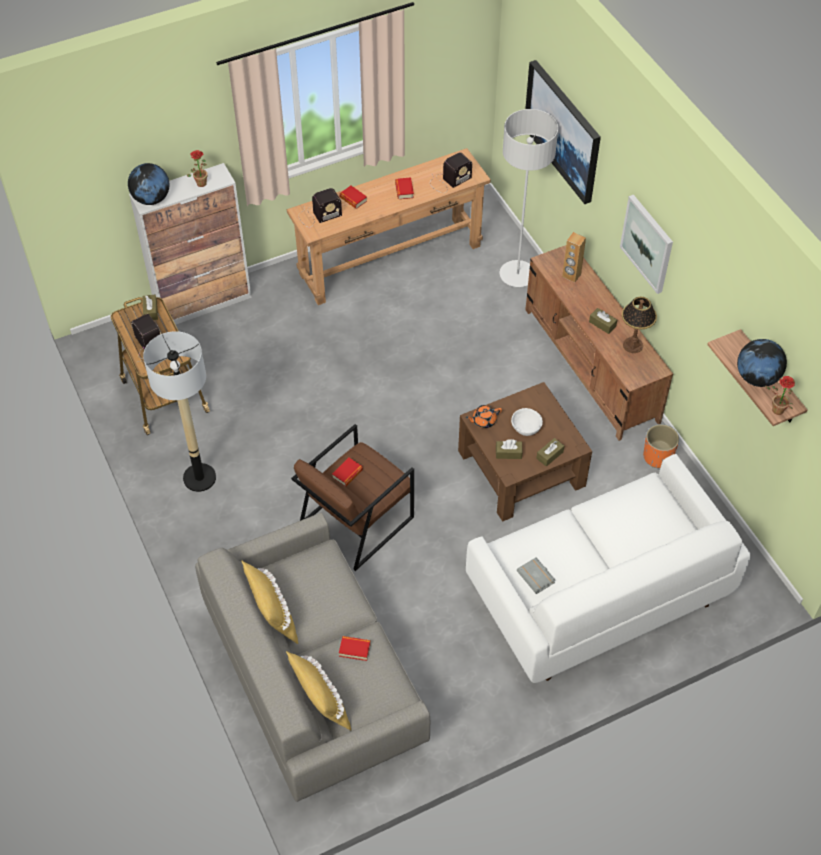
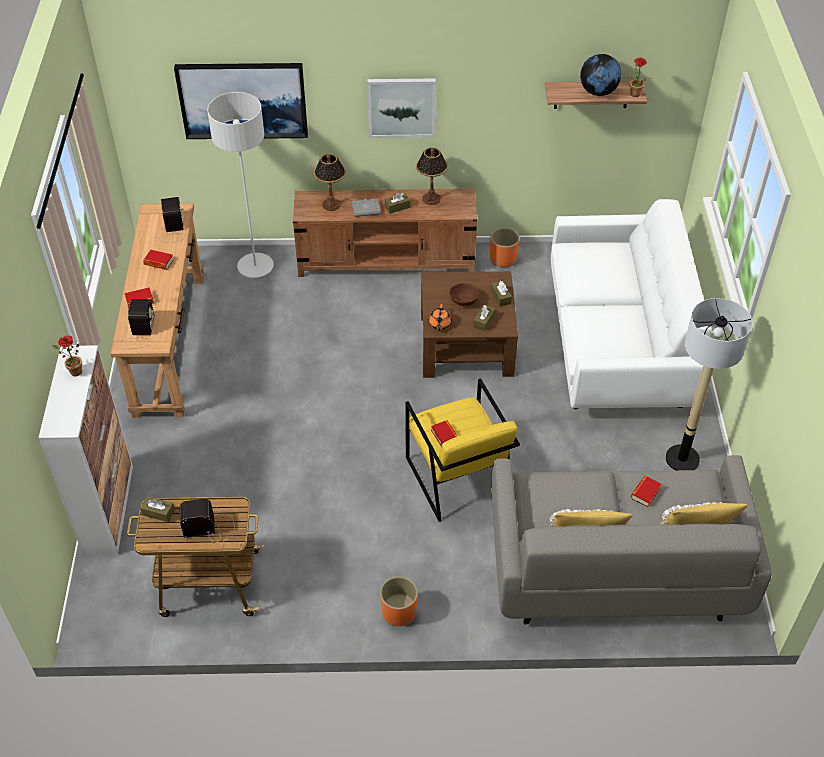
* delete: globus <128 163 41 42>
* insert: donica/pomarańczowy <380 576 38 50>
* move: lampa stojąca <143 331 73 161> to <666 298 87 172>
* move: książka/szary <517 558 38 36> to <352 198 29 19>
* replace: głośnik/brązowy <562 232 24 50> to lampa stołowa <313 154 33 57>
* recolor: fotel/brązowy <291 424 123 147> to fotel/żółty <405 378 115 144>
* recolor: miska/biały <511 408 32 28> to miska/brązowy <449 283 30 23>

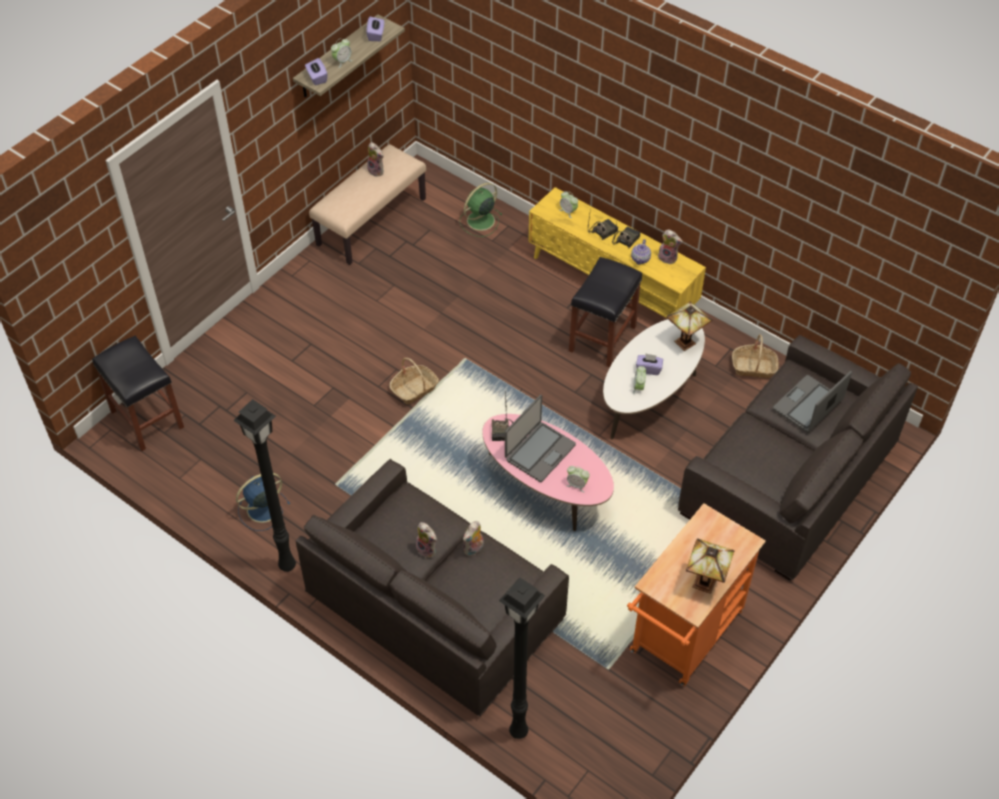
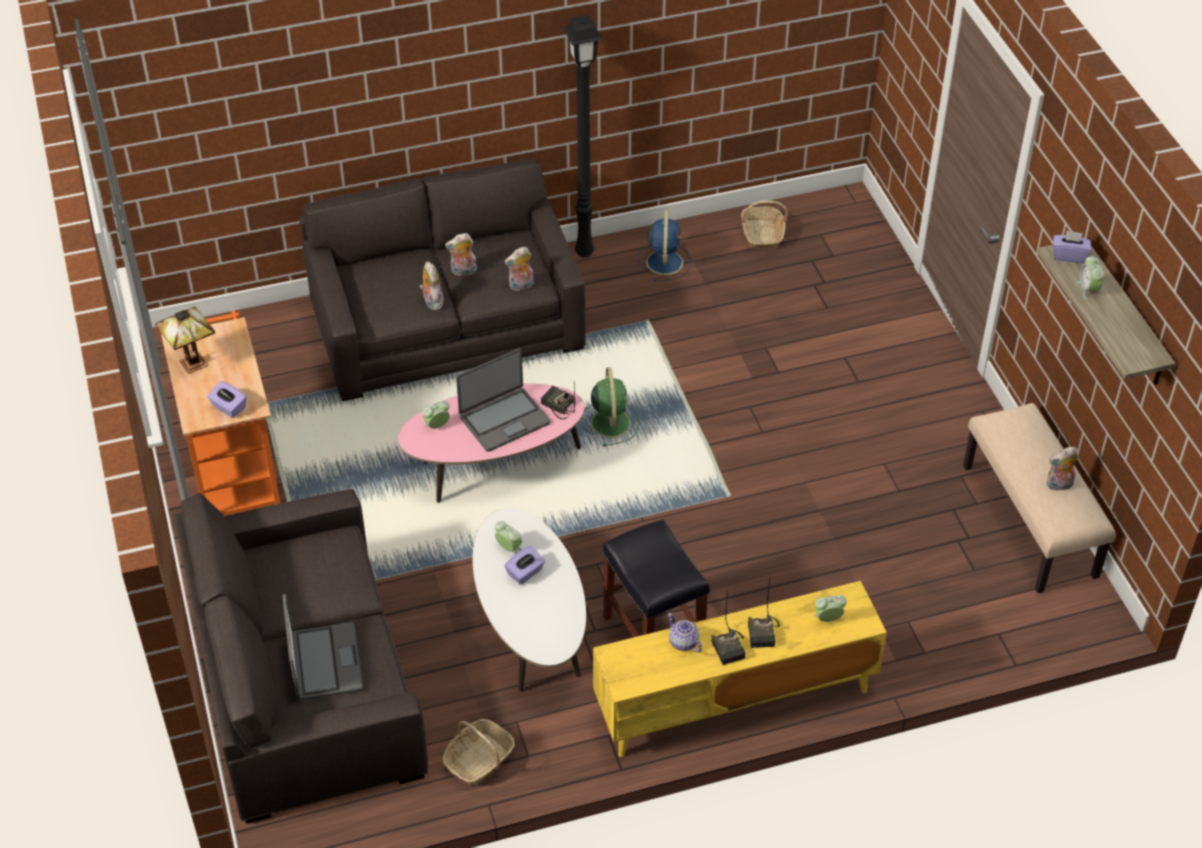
* delete: stołek/czarny <92 336 92 115>
* delete: lampa stojąca/czarny <499 578 46 161>
* delete: lampa stołowa <667 301 45 50>
* move: pudełko chusteczek/fioletowy <366 17 18 24> to <207 381 40 37>
* move: koszyk <390 358 49 47> to <741 200 47 49>
* move: wentylator/zielony <459 183 44 54> to <581 367 58 80>
* move: pluszak <658 229 25 35> to <504 247 30 44>
* rotate: laptop <505 395 71 87> = <456 348 95 104> 105 degrees counterclockwise

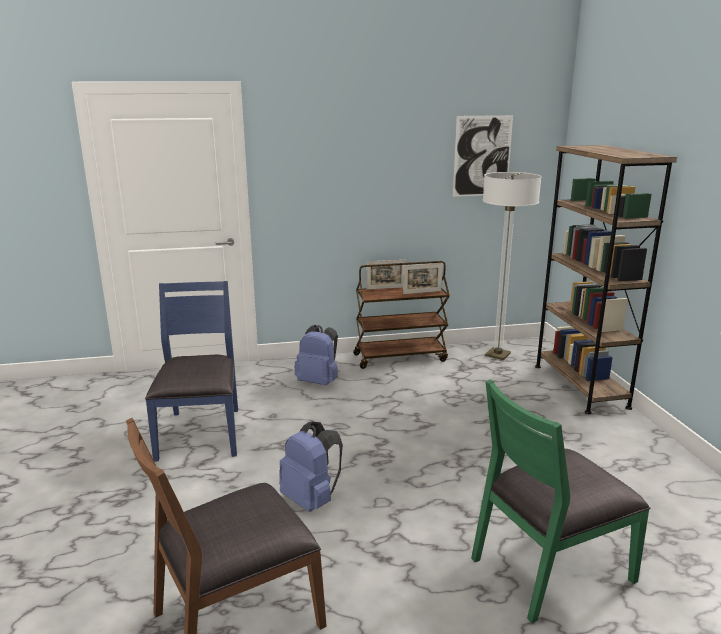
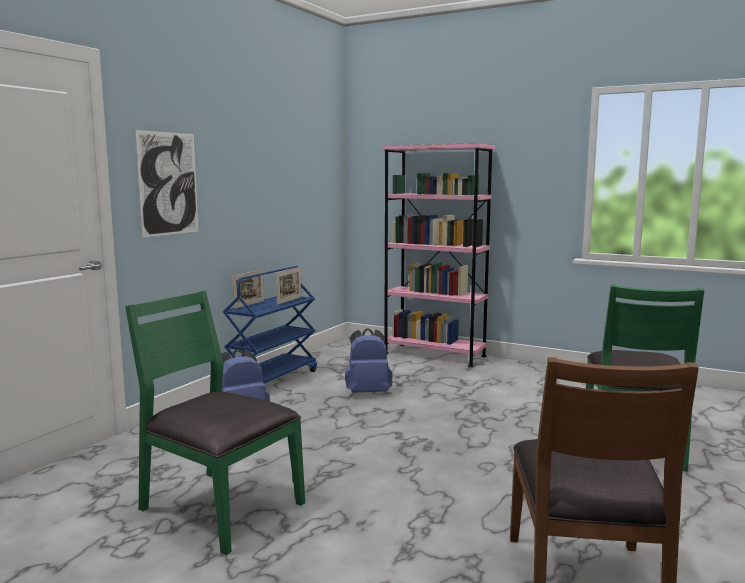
* delete: lampa stojąca <482 172 60 188>
* move: plecak/niebieski <279 422 64 90> to <345 328 47 65>
* move: obraz <453 115 60 82> to <135 130 63 107>
* recolor: krzesło/niebieski <145 281 93 181> to krzesło/zielony <125 290 180 265>
* recolor: wózek/brązowy <353 261 97 108> to wózek/niebieski <223 266 94 118>
* recolor: regał/brązowy <535 145 142 269> to regał/różowy <382 143 113 224>

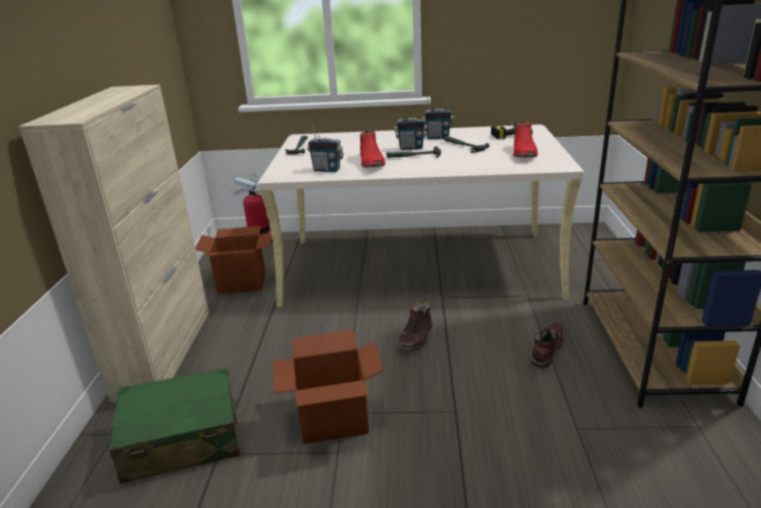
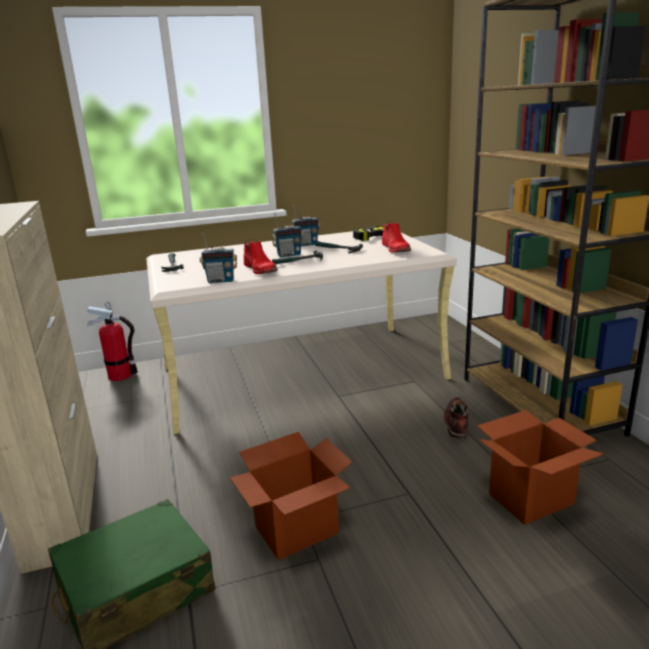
* delete: but z cholewką/brązowy <396 300 37 51>
* move: karton <195 226 77 68> to <477 410 127 115>

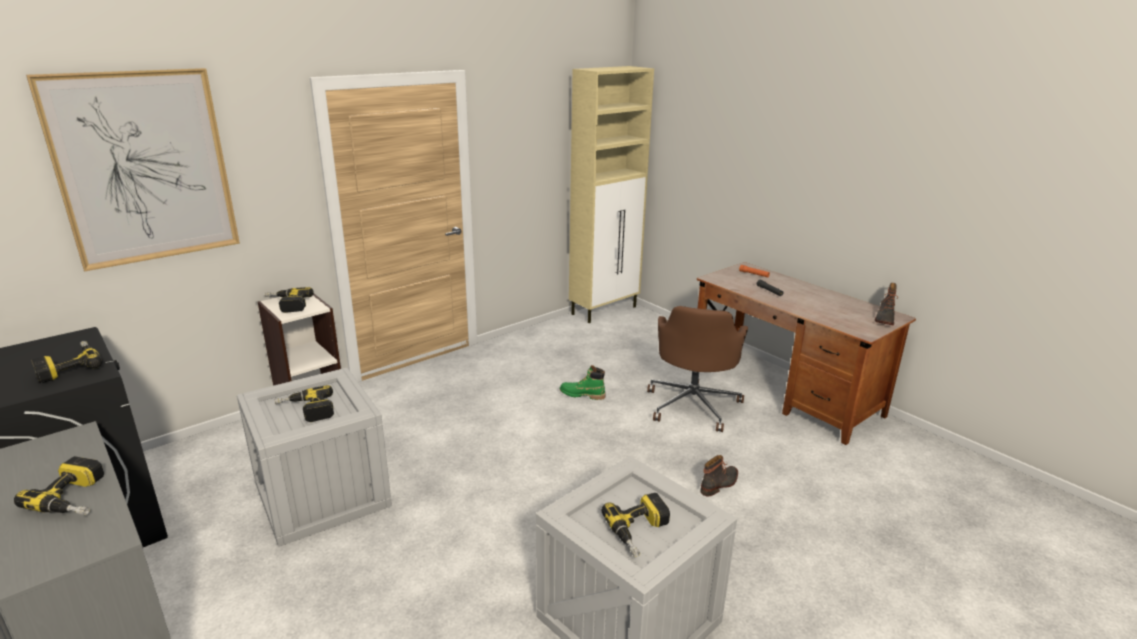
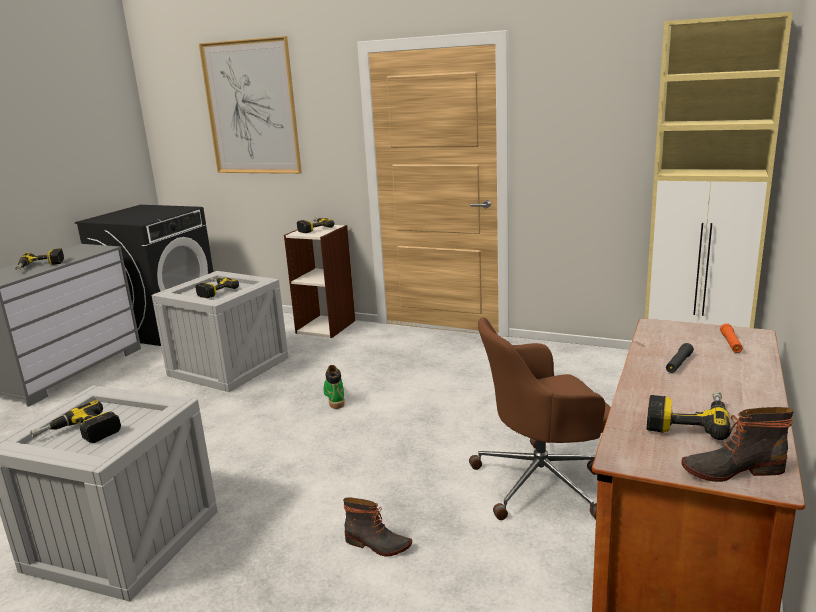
* move: wiertarka <31 341 72 42> to <647 391 84 49>
* move: but z cholewką/zielony <560 365 46 35> to <323 365 22 44>

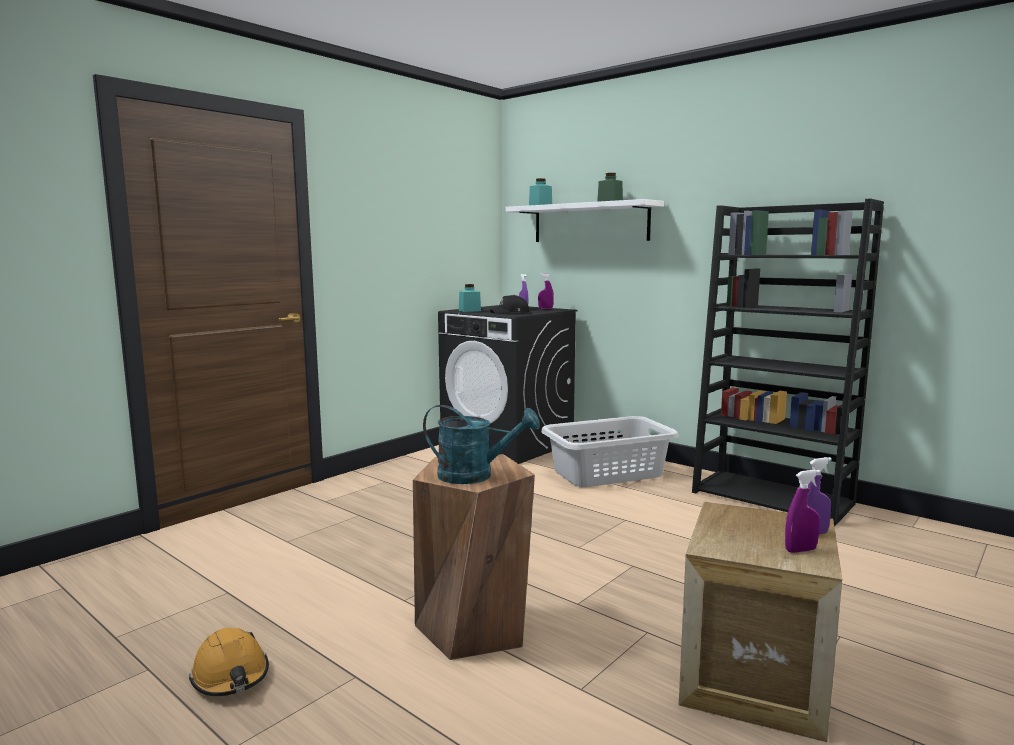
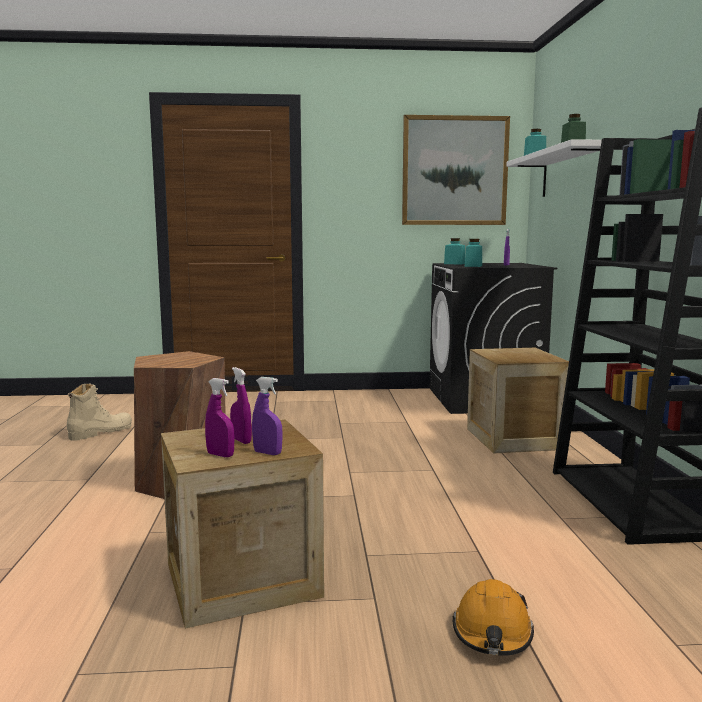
* delete: konewka/turkusowy <423 405 117 79>
* insert: but z cholewką/beżowy <67 384 65 57>
* insert: obraz <402 115 108 110>
* move: kask/pomarańczowy <189 628 80 68> to <453 579 81 77>
* move: spryskiwacz/fioletowy <538 274 16 35> to <230 367 22 77>
* replace: czapka z daszkiem/czarny <490 295 39 19> to słoik/turkusowy <465 239 17 28>
* replace: kosz na pranie/szary <541 416 138 71> to skrzynka <467 348 102 105>

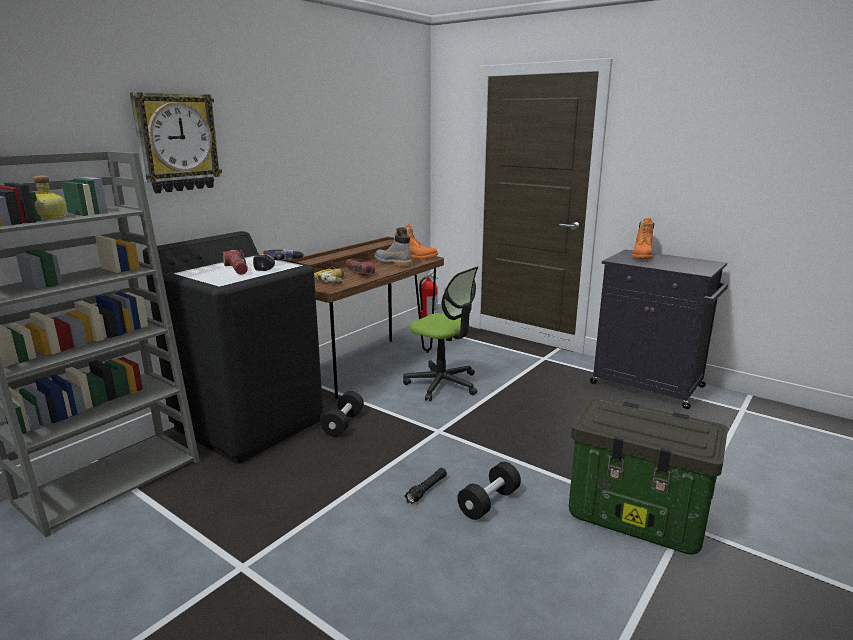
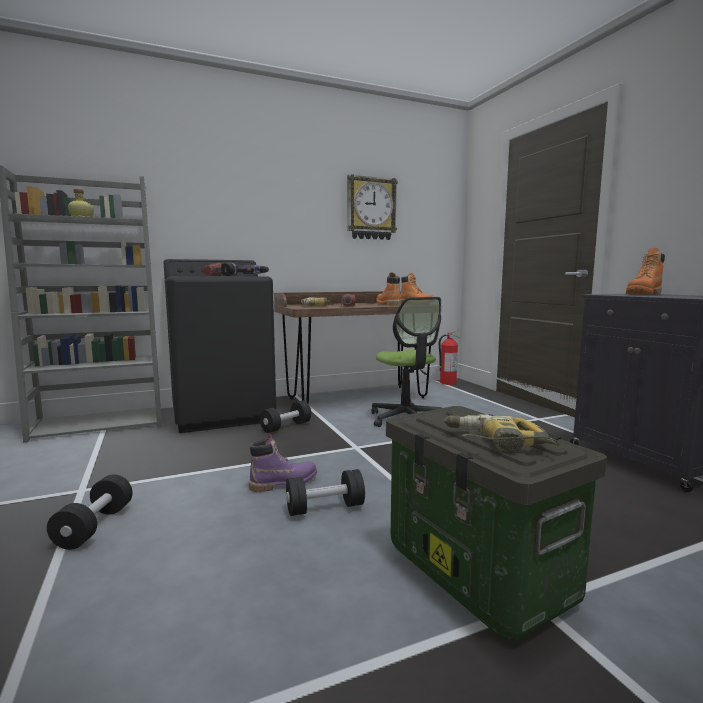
* insert: hantel/czarny <47 474 86 76>
* insert: wiertarka <444 414 116 37>
* move: zegar ścienny <130 92 92 101> to <347 174 51 66>
* replace: latarka/czarny <405 468 42 36> to but z cholewką/fioletowy <249 434 68 58>
* recolor: but z cholewką/szary <375 230 37 37> to but z cholewką/pomarańczowy <376 272 25 33>

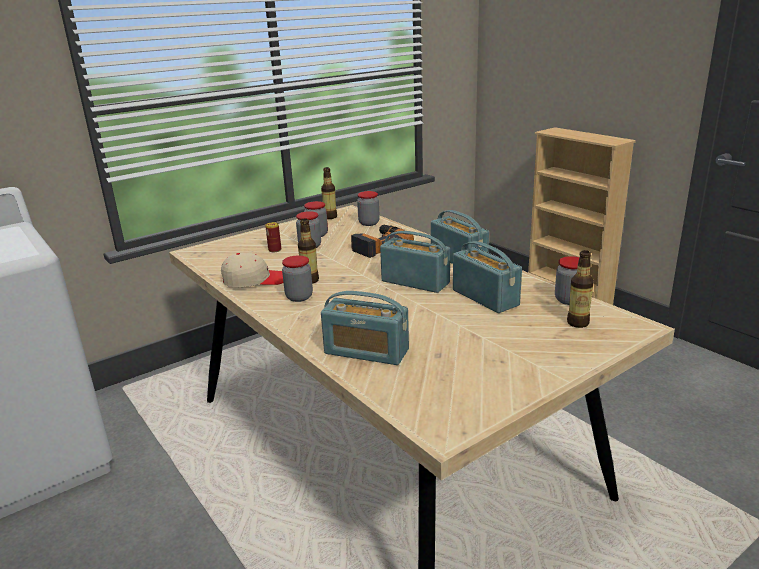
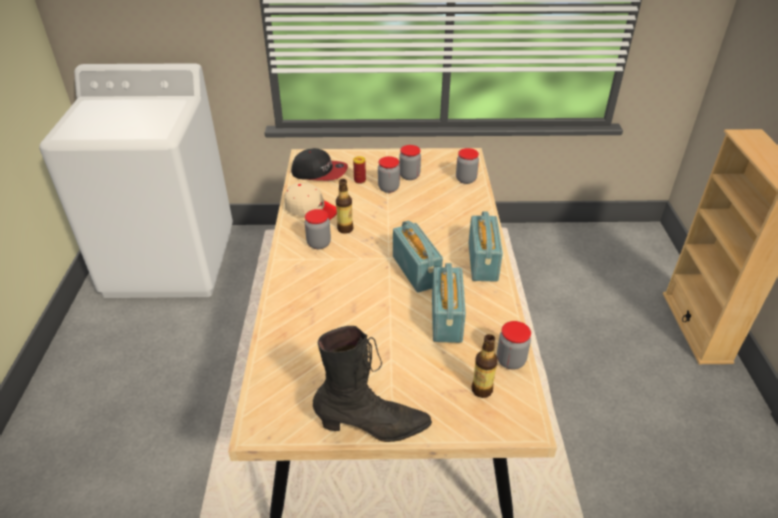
* delete: butelka <321 167 16 52>
* delete: radio <321 291 88 74>
* delete: wiertarka <351 225 63 33>
* insert: czapka z daszkiem <291 148 57 33>
* insert: but z cholewką/czarny <313 326 119 116>

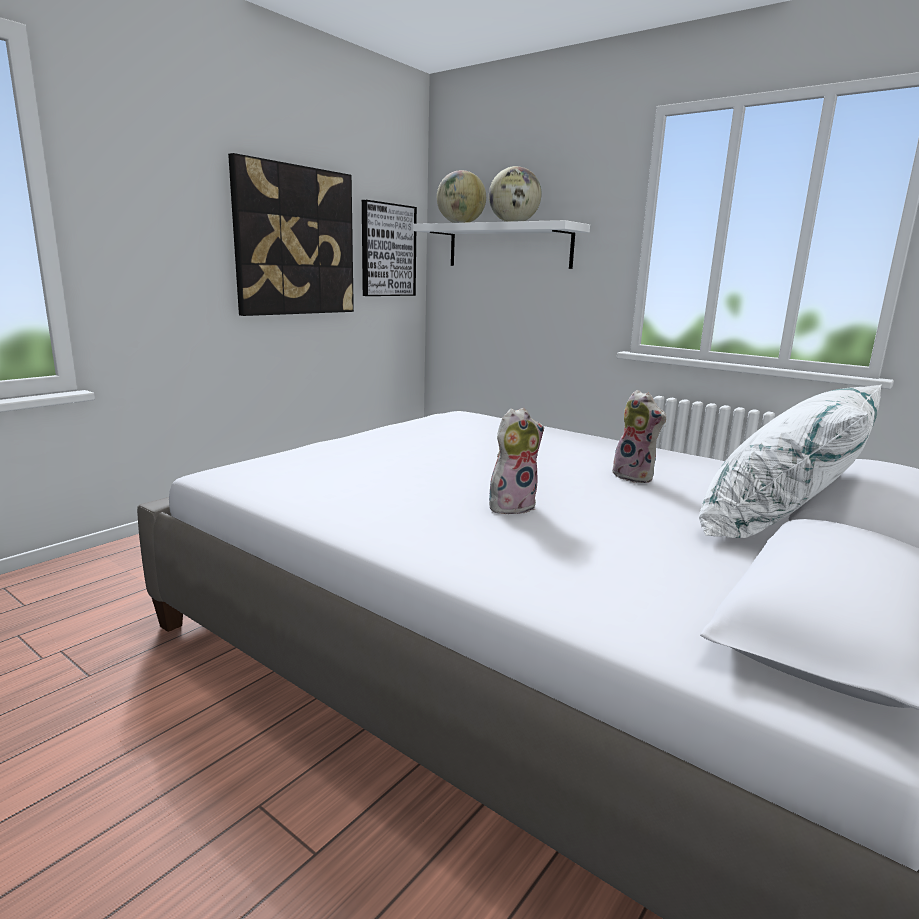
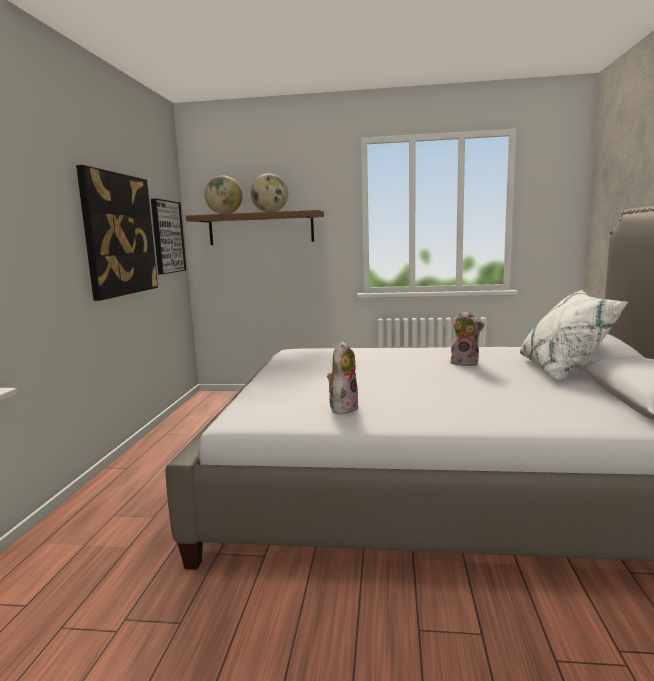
* move: pluszak <489 408 55 106> to <327 340 32 74>
* recolor: półka/biały <413 220 177 49> to półka/brązowy <186 210 138 35>

